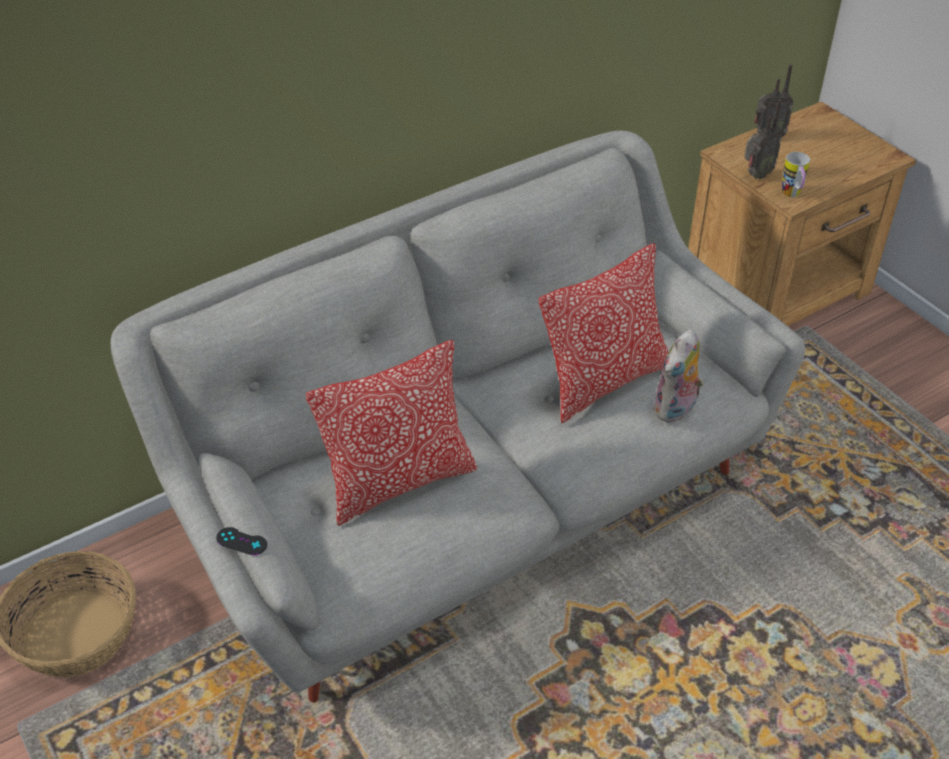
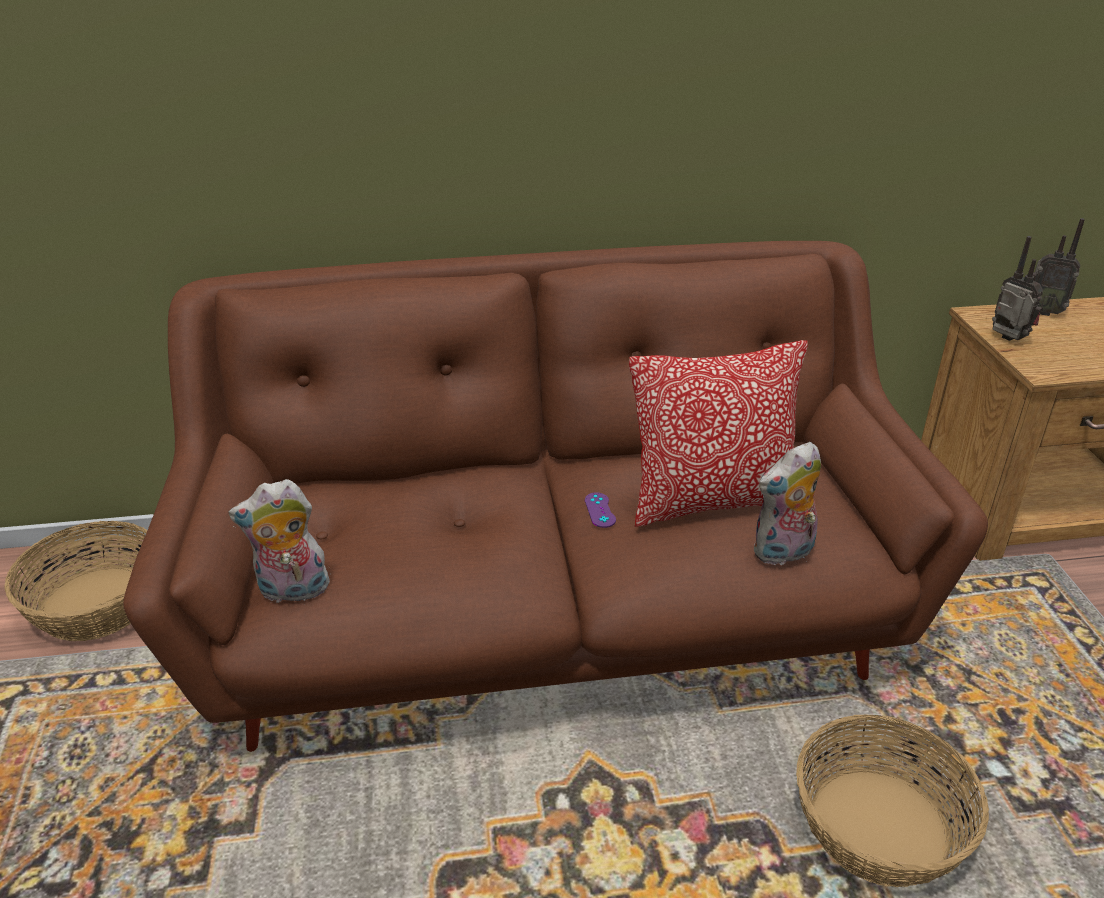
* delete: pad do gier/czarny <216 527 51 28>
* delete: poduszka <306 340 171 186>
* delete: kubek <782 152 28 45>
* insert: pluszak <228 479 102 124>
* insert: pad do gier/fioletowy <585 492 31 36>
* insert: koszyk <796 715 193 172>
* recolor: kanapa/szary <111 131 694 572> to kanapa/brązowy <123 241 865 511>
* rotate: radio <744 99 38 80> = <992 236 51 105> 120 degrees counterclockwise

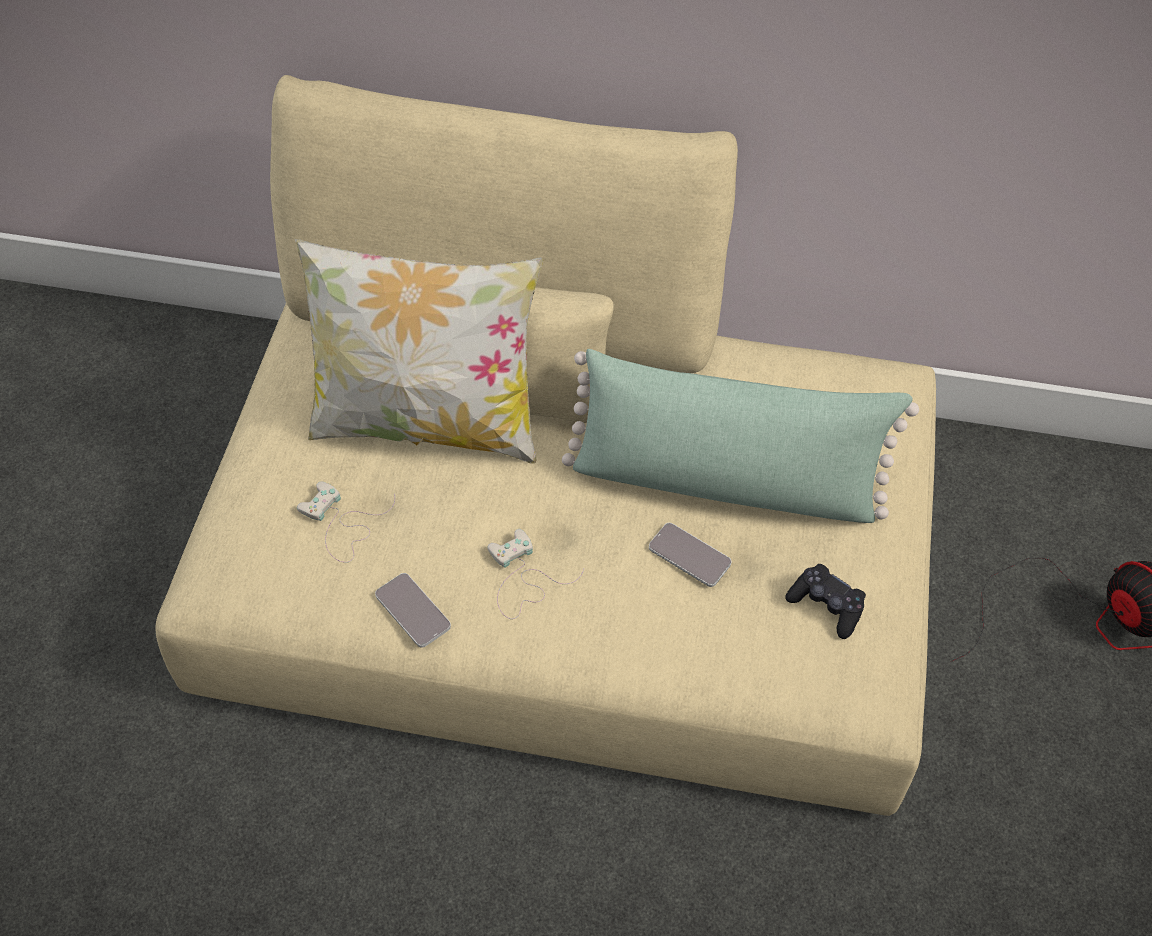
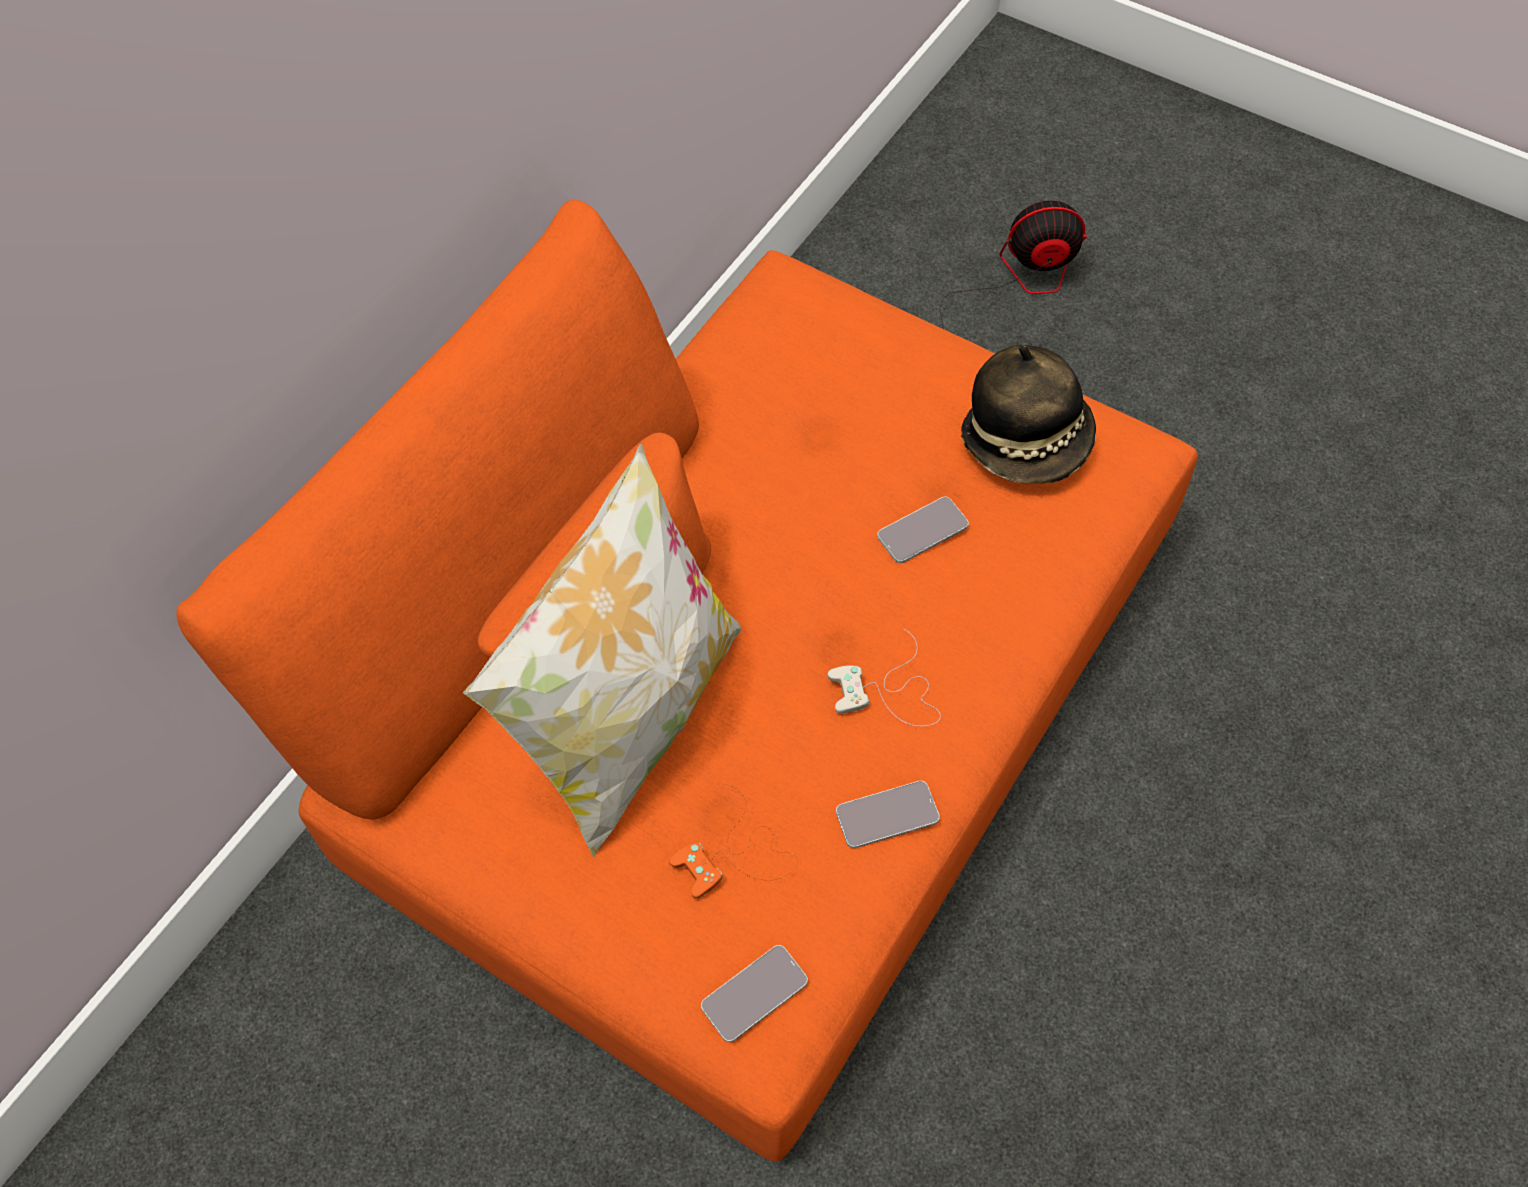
* delete: poduszka/zielony <562 349 357 174>
* insert: telefon <701 945 107 97>
* replace: pad do gier/czarny <785 564 81 75> to kapelusz <961 345 135 139>
* recolor: kanapa/beżowy <155 75 781 741> to kanapa/pomarańczowy <176 200 1022 962>
* recolor: pad do gier/biały <297 481 98 82> to pad do gier/pomarańczowy <669 783 129 116>

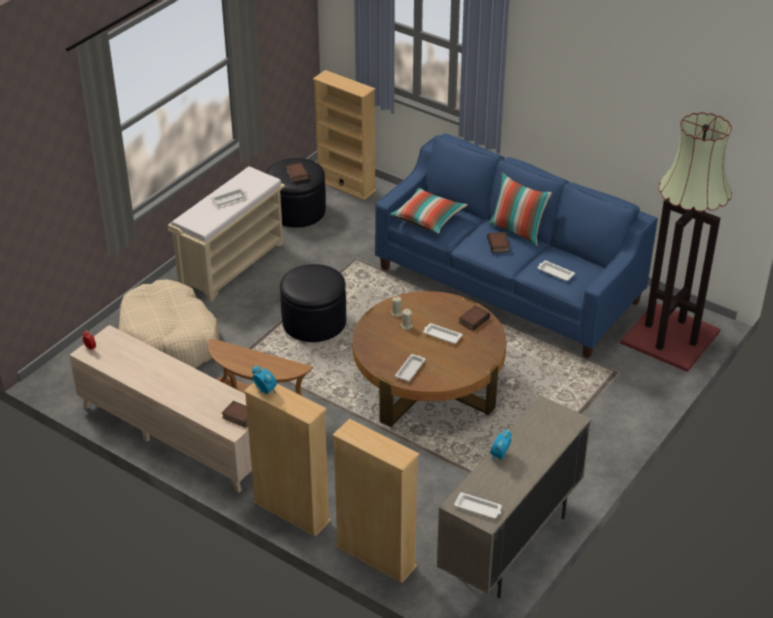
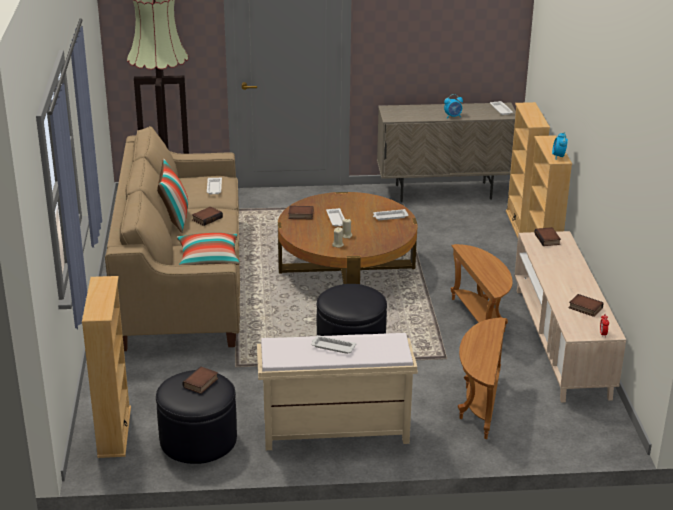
* insert: książka <569 294 34 23>
* replace: legowisko/beżowy <119 279 100 89> to stolik/brązowy <458 317 48 122>
* recolor: kanapa/niebieski <375 133 283 226> to kanapa/beżowy <105 126 135 225>

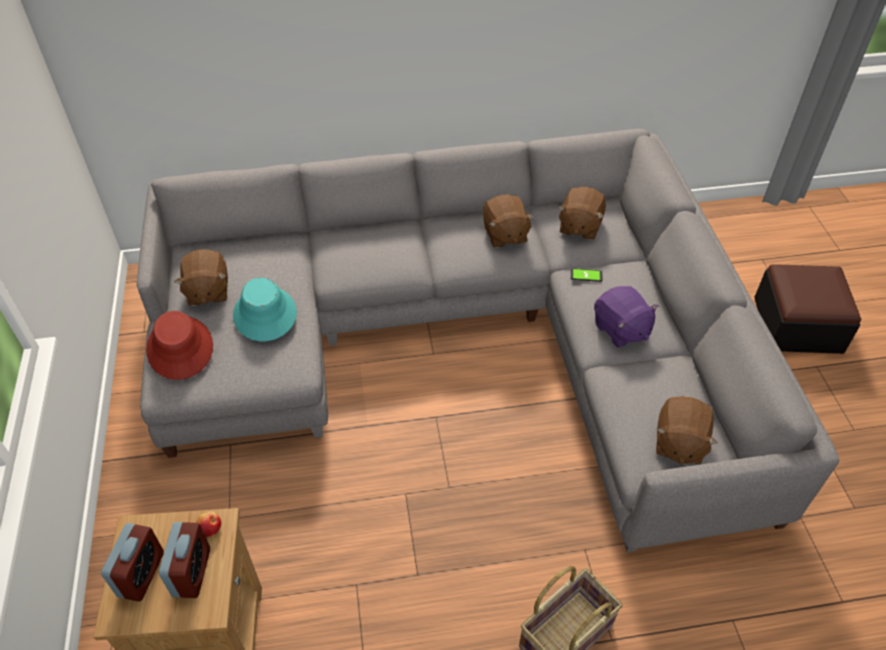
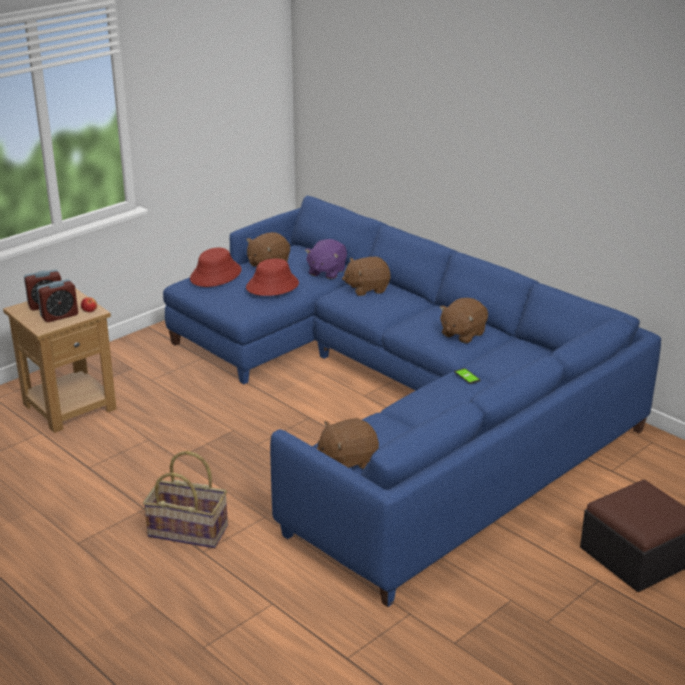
* move: pluszak/brązowy <558 187 48 53> to <342 257 49 39>
* move: pluszak/fioletowy <594 286 65 61> to <305 239 42 40>
* recolor: kanapa/szary <137 129 702 423> to kanapa/niebieski <163 196 498 411>
* recolor: kapelusz/turkusowy <233 277 64 64> to kapelusz/czerwony <246 258 53 38>

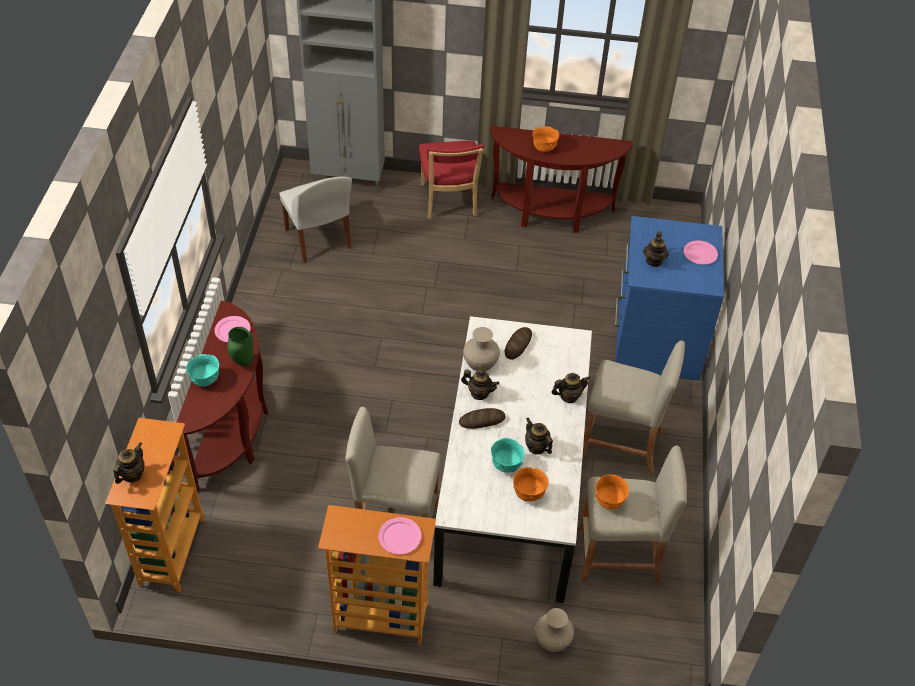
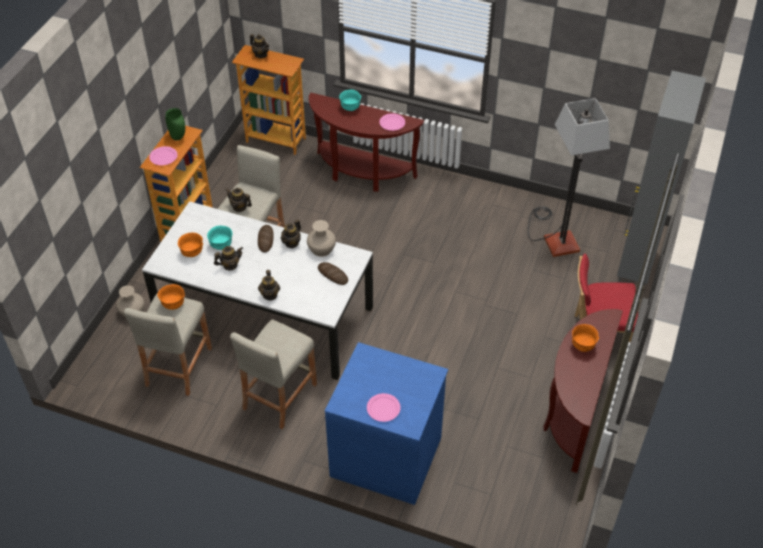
* move: wazon/zielony <227 327 26 39> to <165 108 20 33>
* move: imbryk <643 231 26 36> to <225 188 27 24>
* replace: krzesło/biały <279 177 73 86> to lampa stojąca <528 98 82 159>

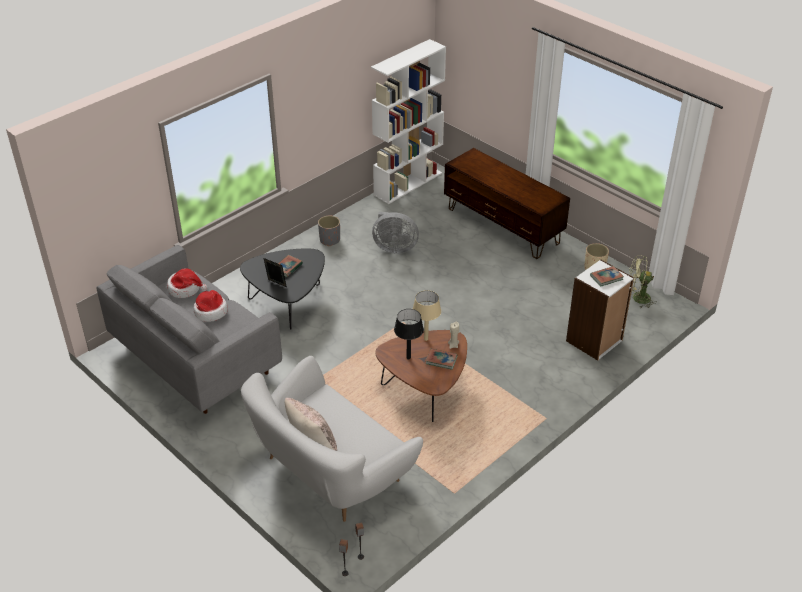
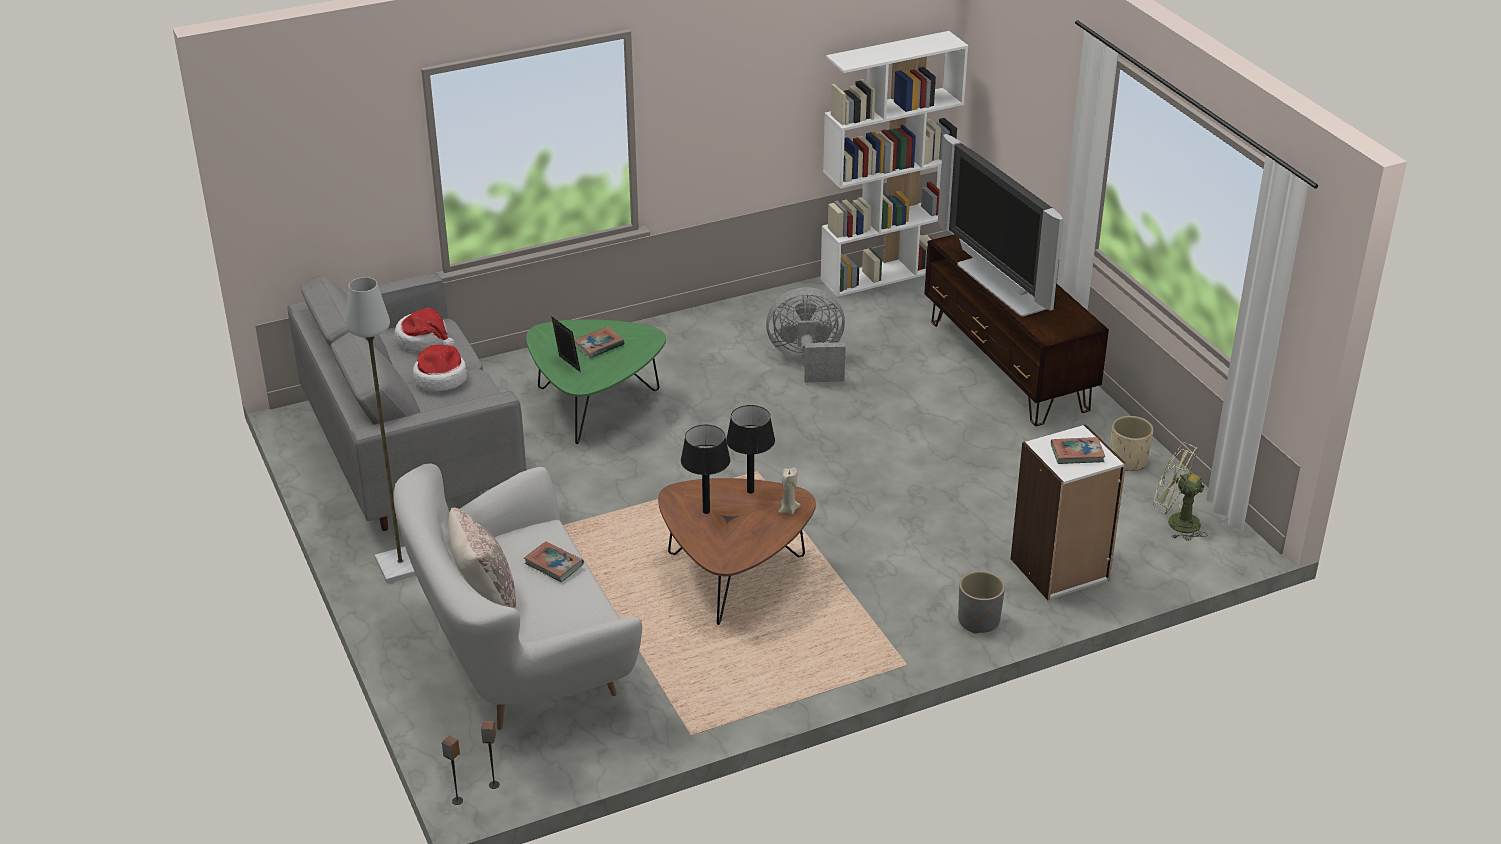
* insert: lampa stojąca/szary <346 277 70 306>
* insert: telewizor <938 134 125 183>
* move: donica/szary <318 216 22 30> to <958 571 47 63>
* move: książka <426 349 31 21> to <524 541 60 41>
* recolor: ława/czarny <240 248 85 82> to ława/zielony <526 319 140 125>
* recolor: lampa stołowa/beżowy <413 290 28 51> to lampa stołowa/czarny <726 405 49 89>
* rotate: wentylator/szary <372 212 47 42> = <766 287 80 95> 150 degrees clockwise

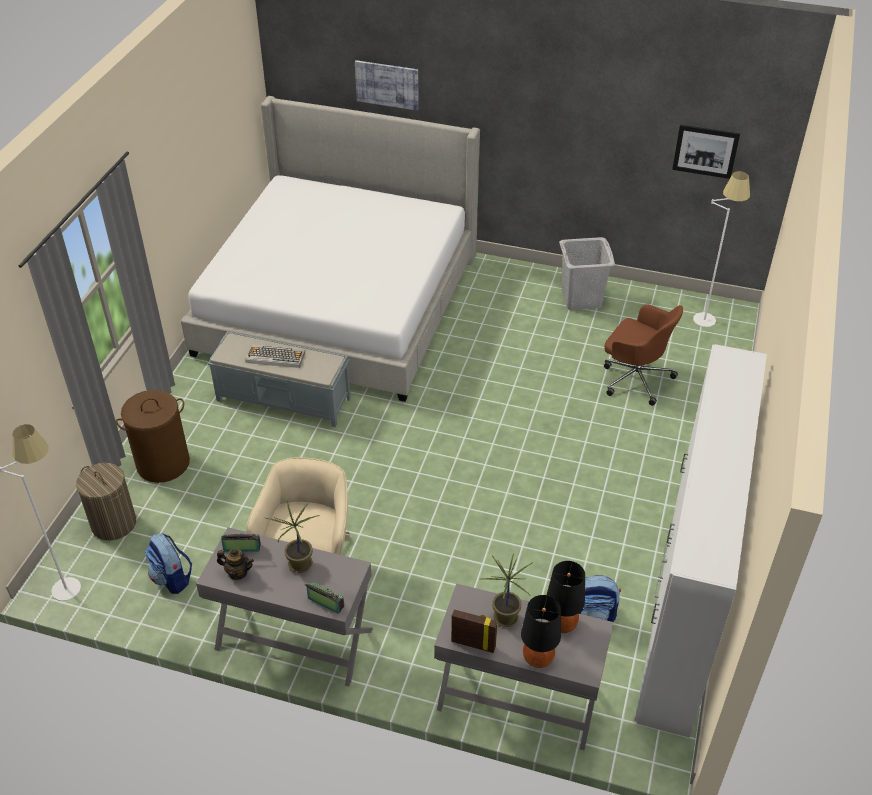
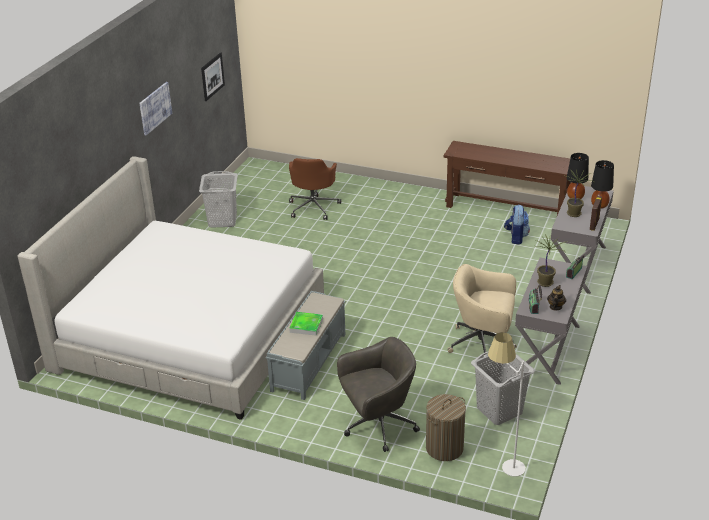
* delete: lampa stojąca/biały <693 171 57 156>
* move: obraz <355 60 64 51> to <139 82 33 53>
* replace: kosz na pranie/brązowy <116 390 74 93> to krzesło biurowe/szary <337 337 83 115>
* replace: plecak <145 533 47 61> to kosz na pranie/szary <471 352 64 73>
* replace: klawiatura <245 345 60 23> to taca <289 312 34 24>
* replace: szafa/biały <634 344 133 394> to stolik konsolowy/brązowy <444 141 127 74>
* rotate: krzesło biurowe/brązowy <604 304 79 102> = <289 158 52 62> 150 degrees clockwise

